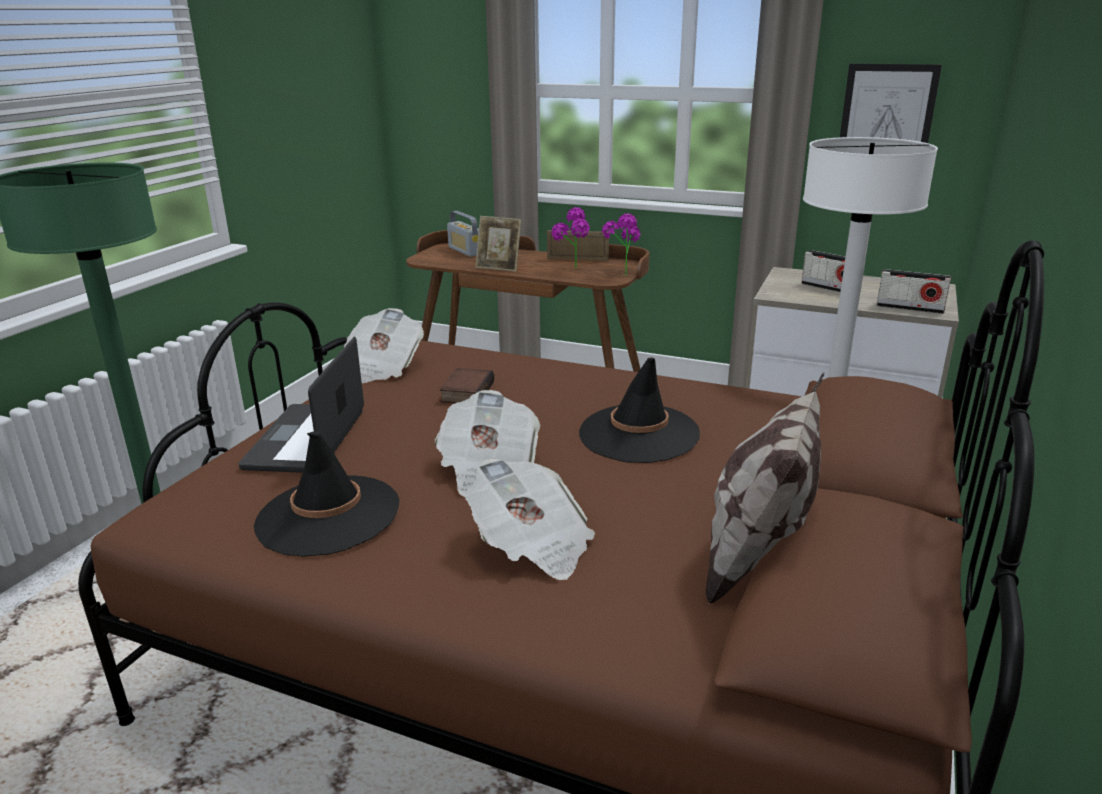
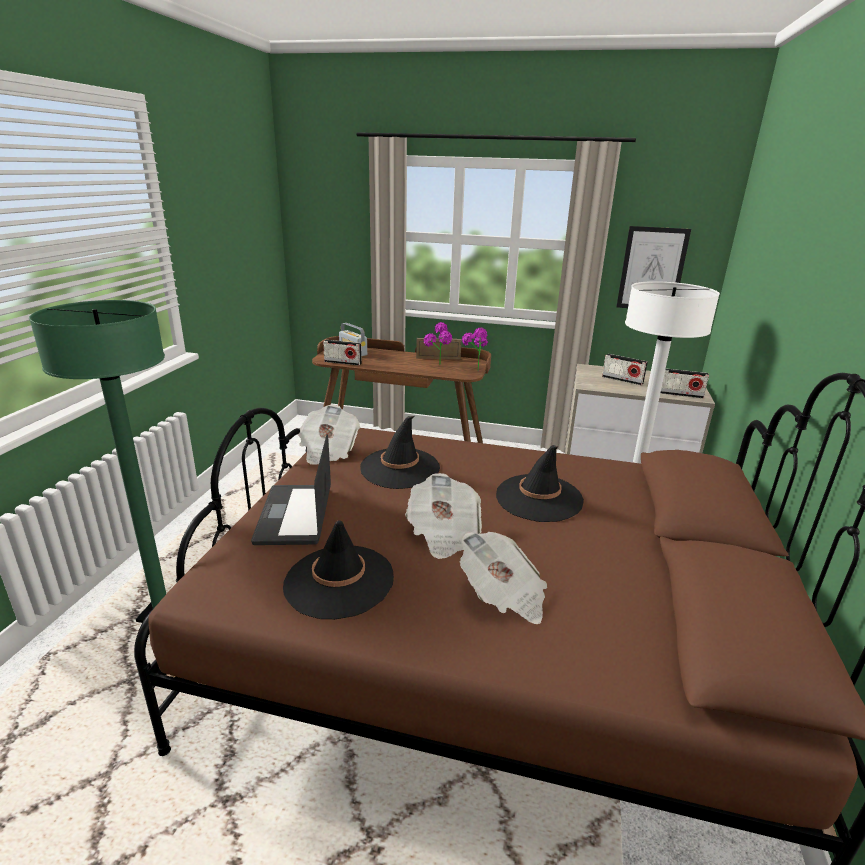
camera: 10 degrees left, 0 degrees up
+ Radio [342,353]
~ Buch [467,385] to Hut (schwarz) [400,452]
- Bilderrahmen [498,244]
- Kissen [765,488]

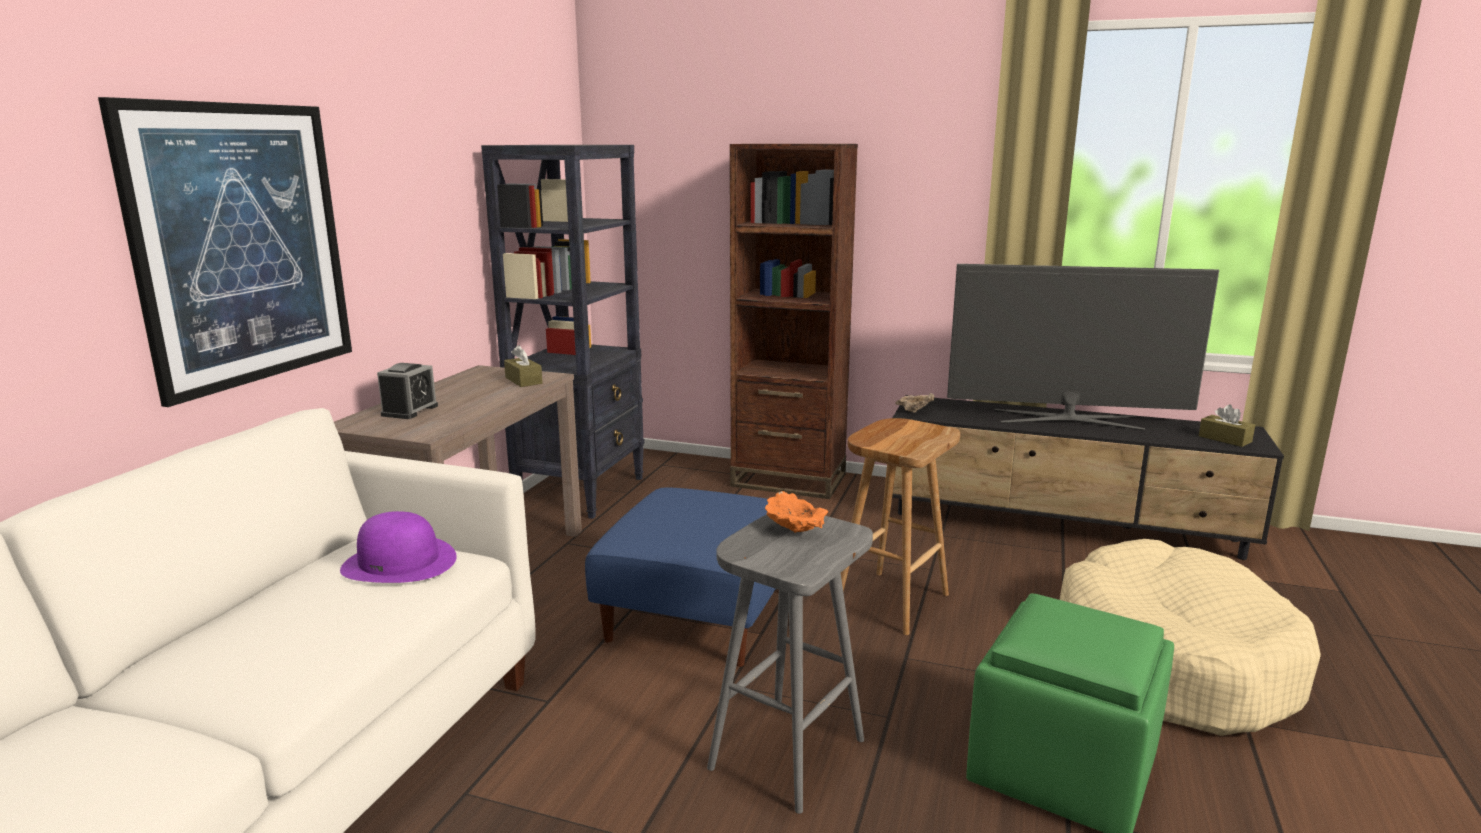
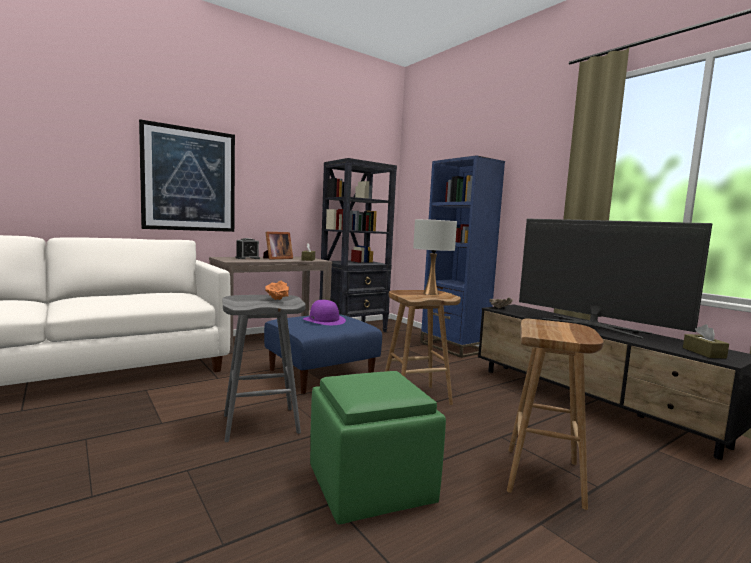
camera: 35 degrees right, 10 degrees down
+ Bilderrahmen [278,246]
~ Hut (lila) [398,547] to [324,312]
+ Tischlampe (weiß) [435,257]
~ Bücherregal (braun) [794,321] to Bücherregal (blau) [462,256]
~ Hundebett (beige) [1190,637] to Hocker (braun) [555,414]

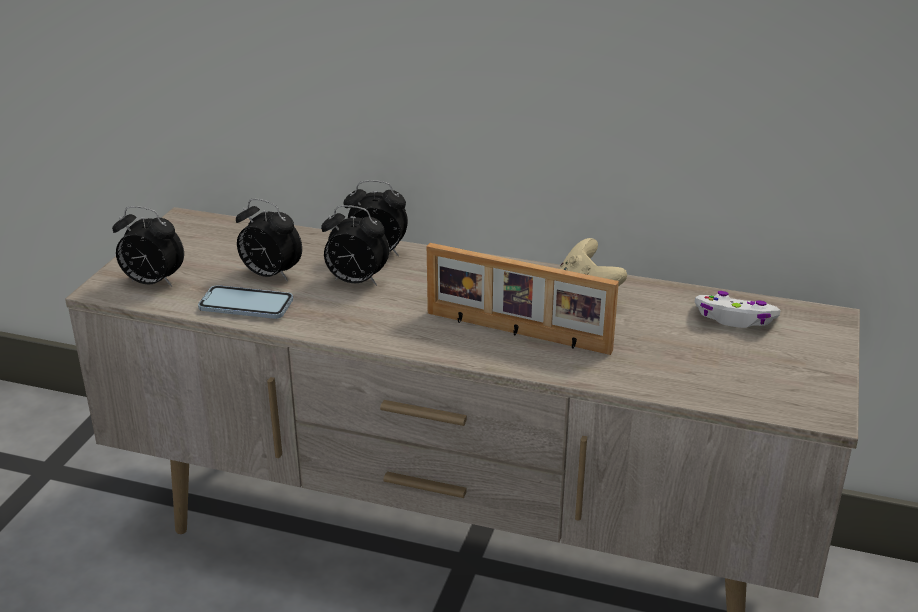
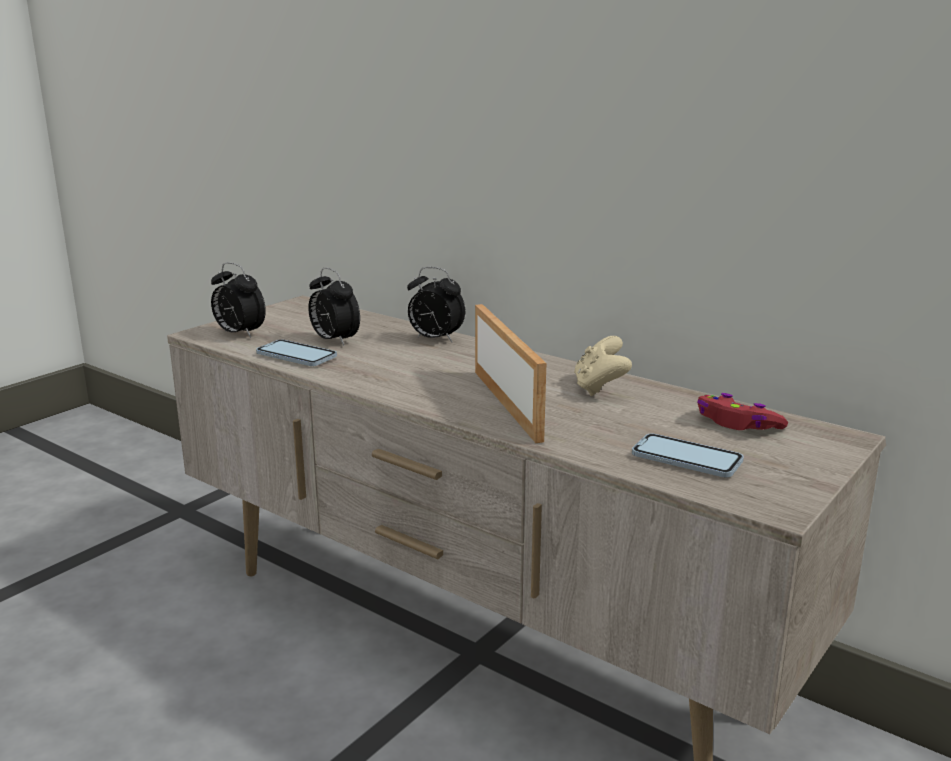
camera: 20 degrees right, 10 degrees down
~ Bilderrahmen [523,299] = [510,373] 150 degrees counterclockwise
+ Handy [688,455]
~ Gamepad (weiß) [738,309] to Gamepad (rot) [742,411]
- Wecker [355,245]

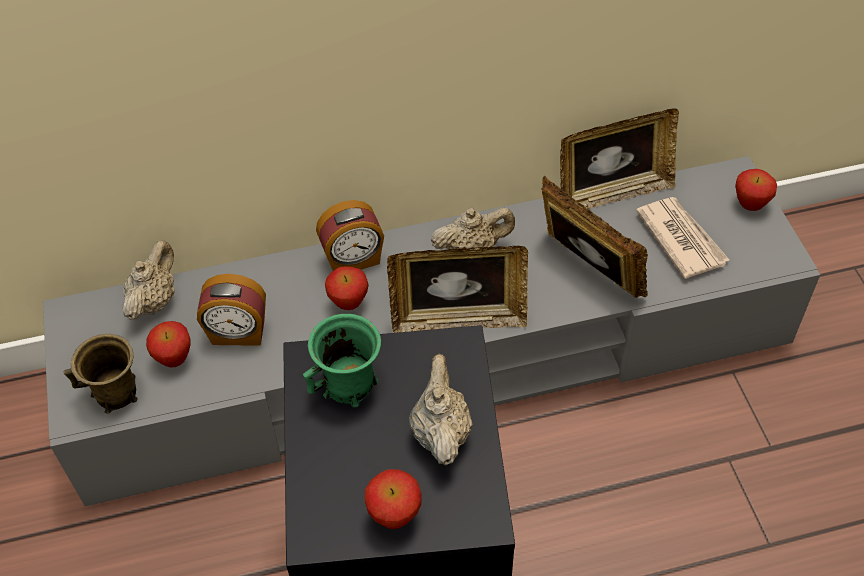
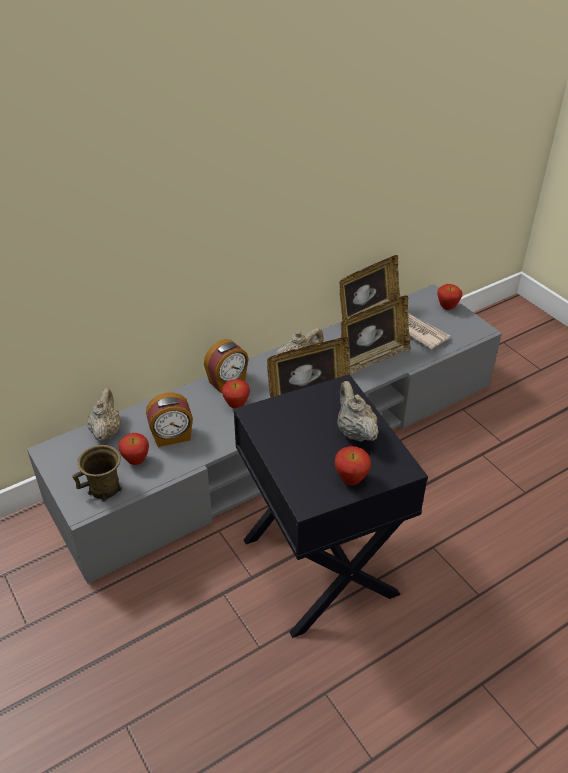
camera: 20 degrees left, 10 degrees down
~ Bilderrahmen [595,237] = [376,334] 120 degrees clockwise
- Henkelbecher (grün) [342,360]

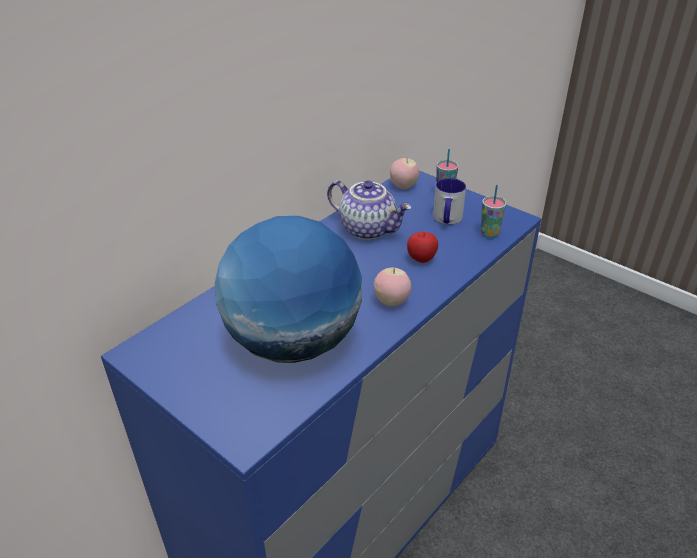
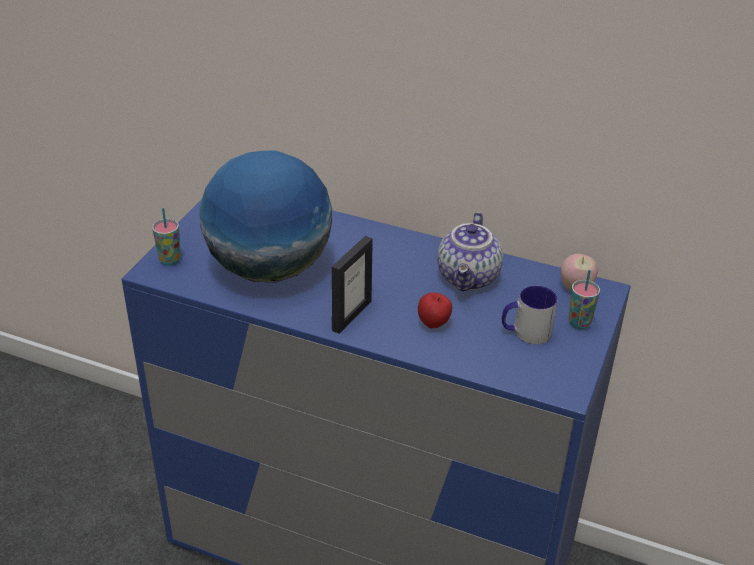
camera: 70 degrees right, 0 degrees up
~ Tasse [493,211] to [166,237]
~ Apfel [392,286] to Bilderrahmen [352,285]

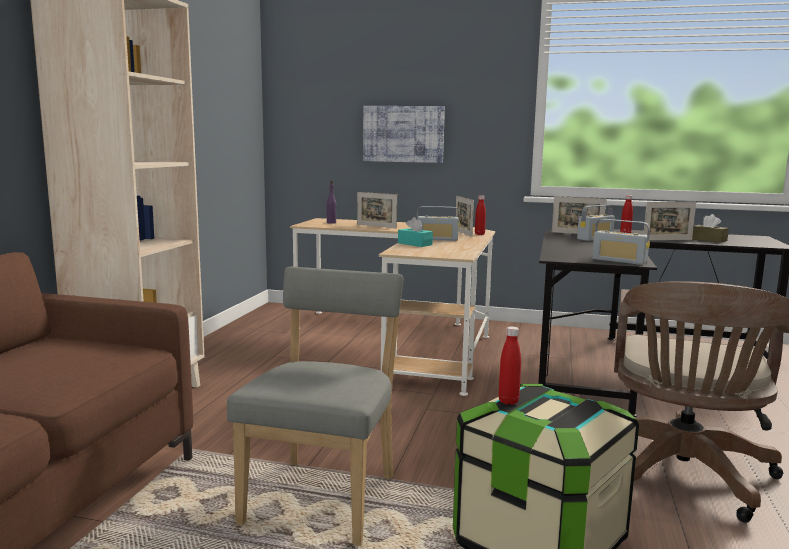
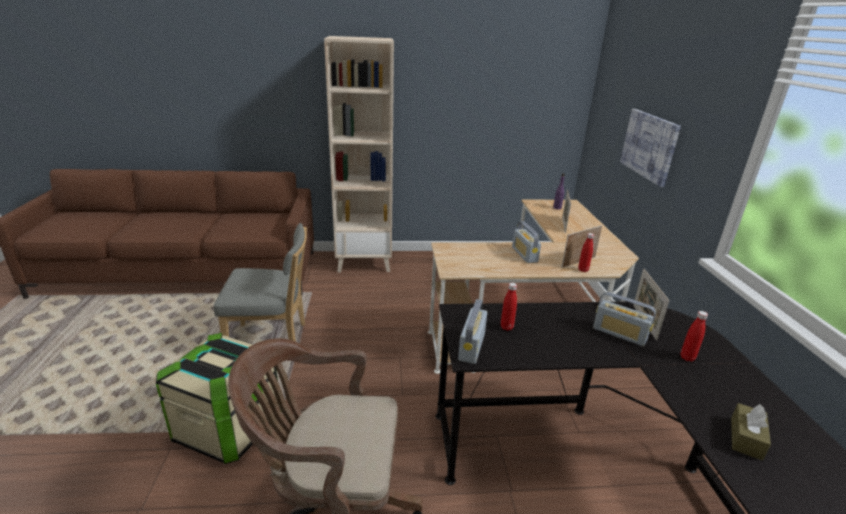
camera: 70 degrees right, 15 degrees up
~ Flasche (rot) [509,365] to [509,307]
- Taschentuchbox (türkis) [415,232]
- Bilderrahmen [670,221]

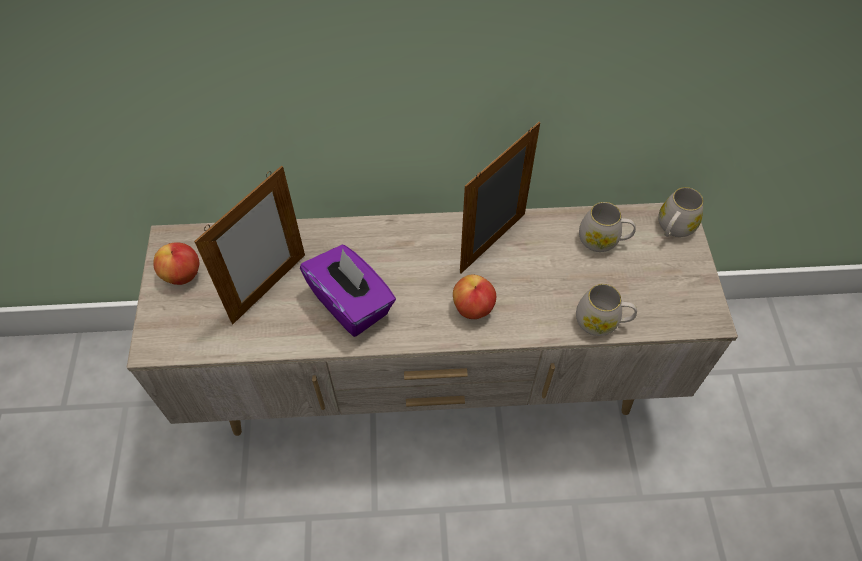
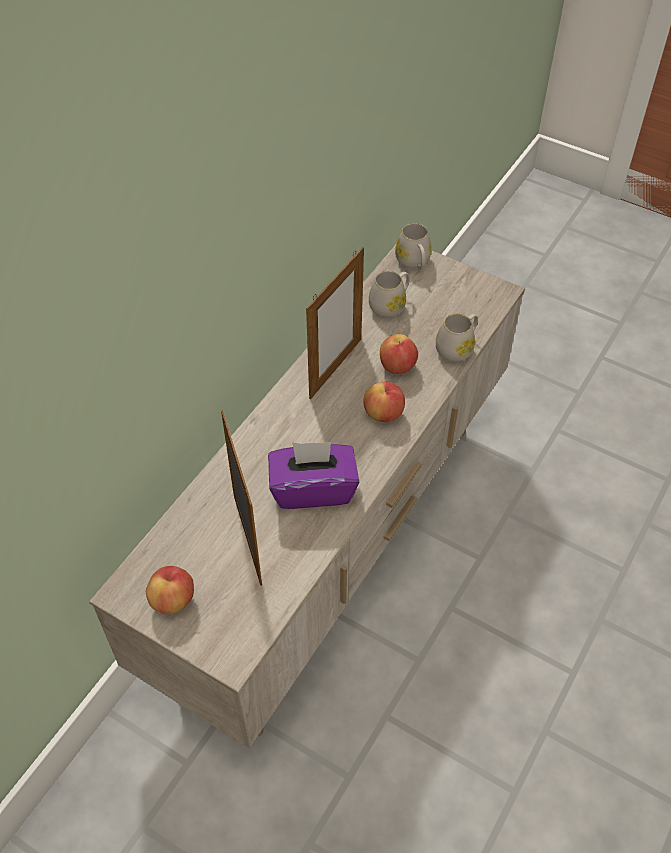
camera: 55 degrees left, 5 degrees down
~ Bilderrahmen [500,198] = [335,323] 135 degrees counterclockwise
+ Apfel [399,354]

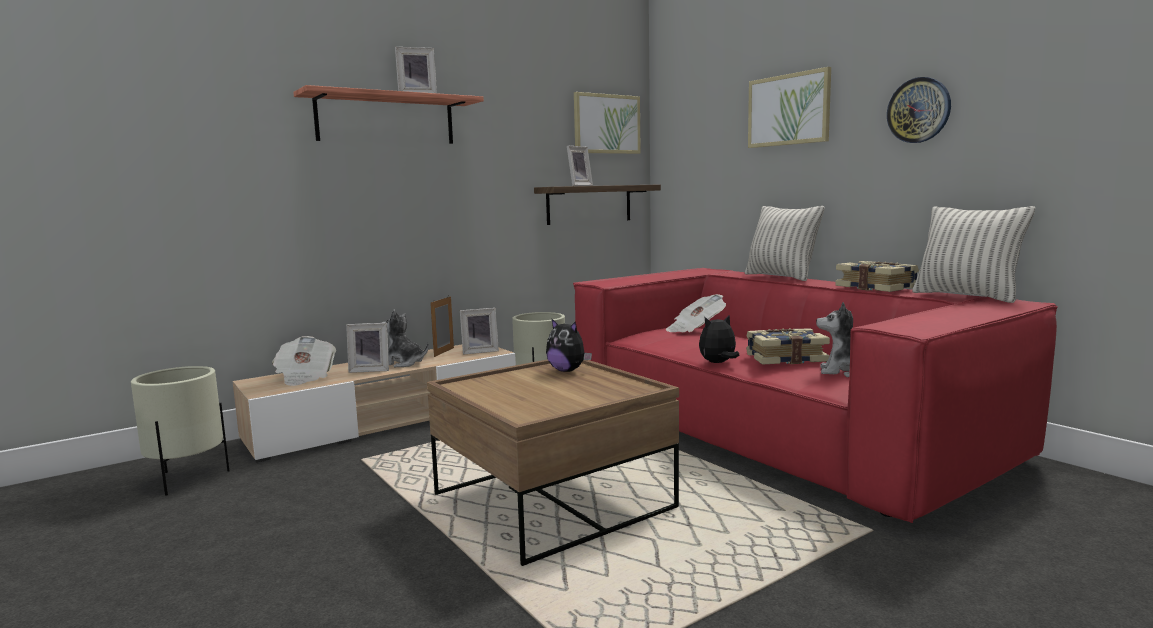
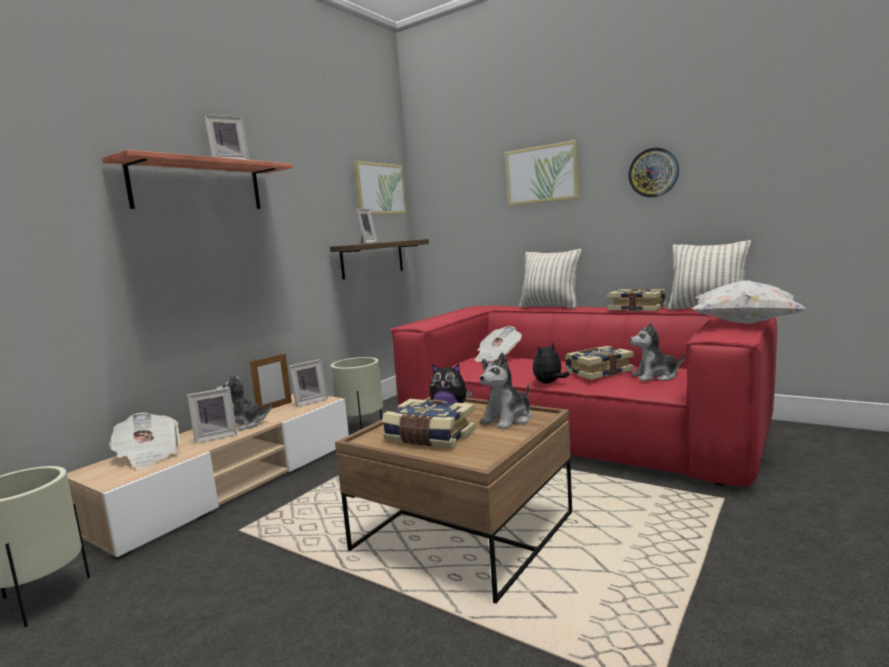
camera: 20 degrees left, 0 degrees up
~ Bilderrahmen [442,326] = [271,382] 135 degrees counterclockwise
+ Buch [429,423]
+ Plüschtier [505,390]
+ Kissen (weiß) [748,302]

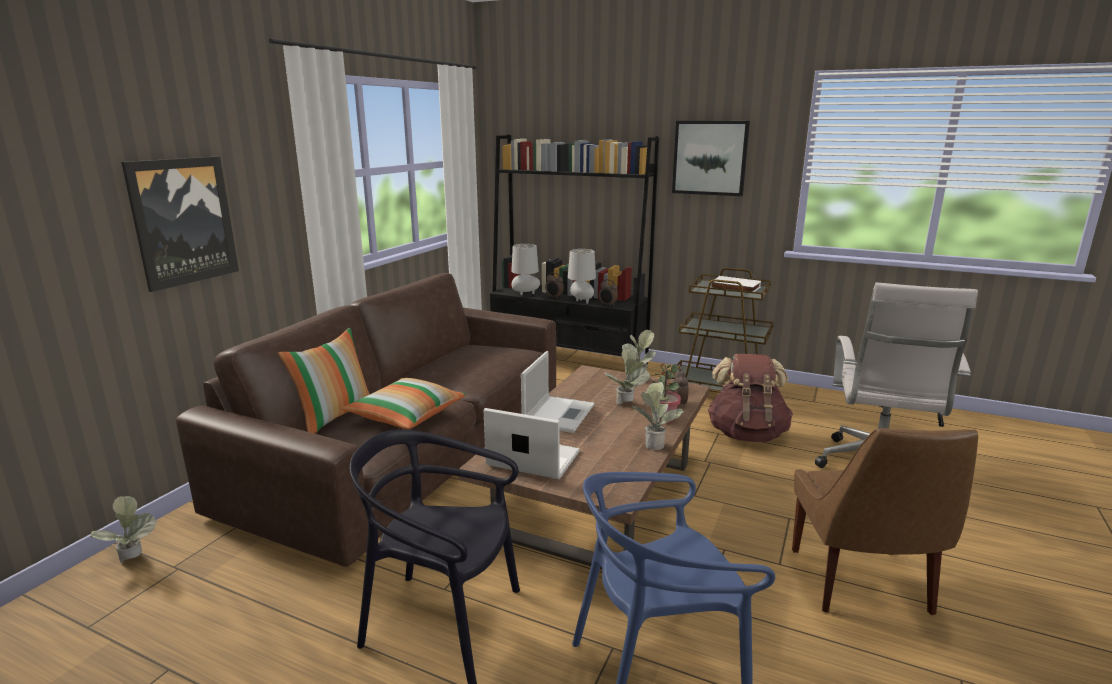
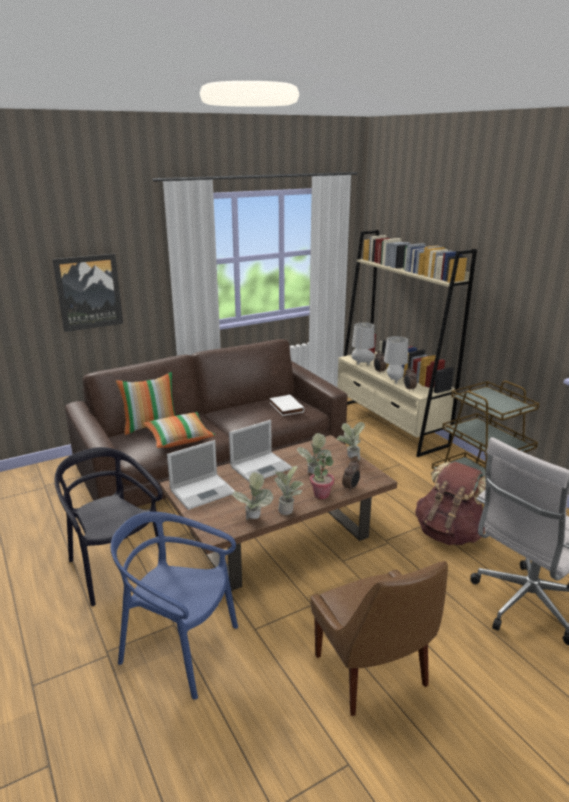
camera: 35 degrees right, 5 degrees up
~ Laptop [531,443] = [201,475] 90 degrees clockwise
~ Topfpflanze [123,529] to [252,495]
~ Buch (weiß) [736,284] to [287,405]
~ Stuhl (braun) [885,521] = [379,638] 60 degrees counterclockwise
~ Bücherregal (schwarz) [574,249] to Bücherregal (beige) [407,343]
- Bild [711,158]

